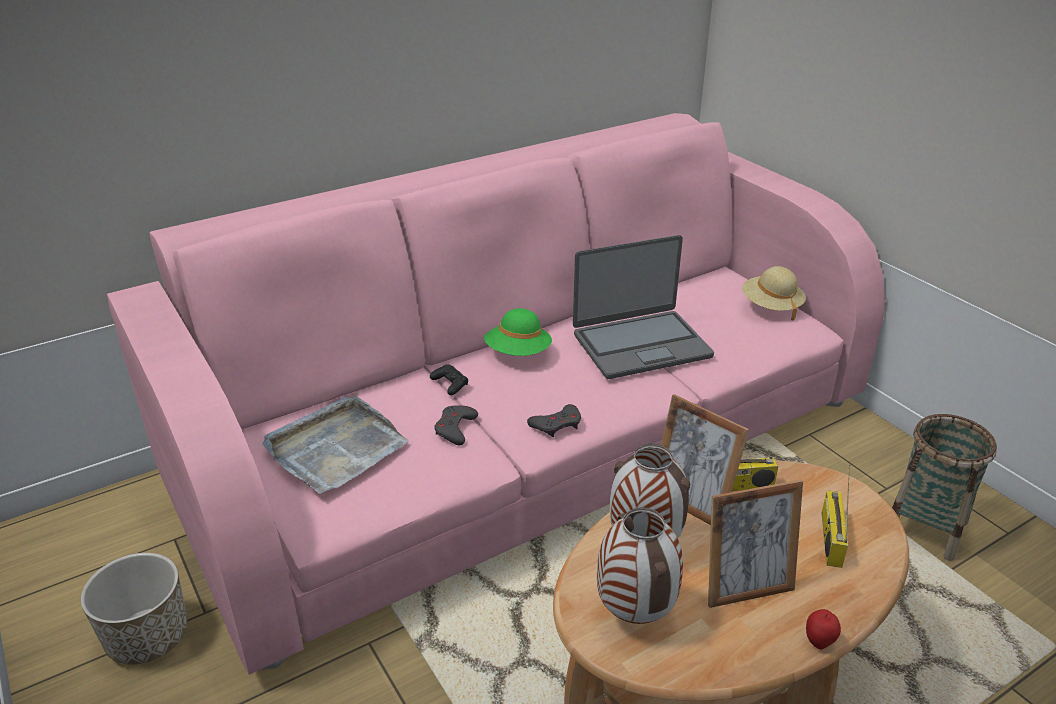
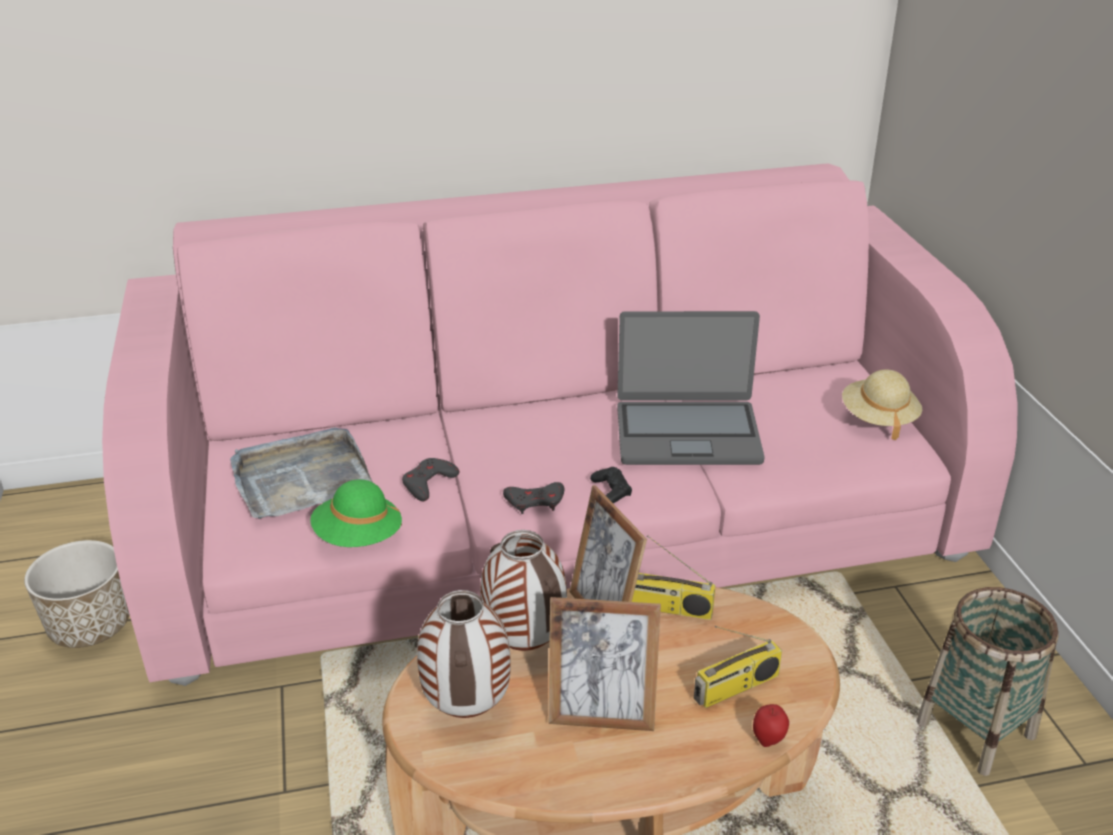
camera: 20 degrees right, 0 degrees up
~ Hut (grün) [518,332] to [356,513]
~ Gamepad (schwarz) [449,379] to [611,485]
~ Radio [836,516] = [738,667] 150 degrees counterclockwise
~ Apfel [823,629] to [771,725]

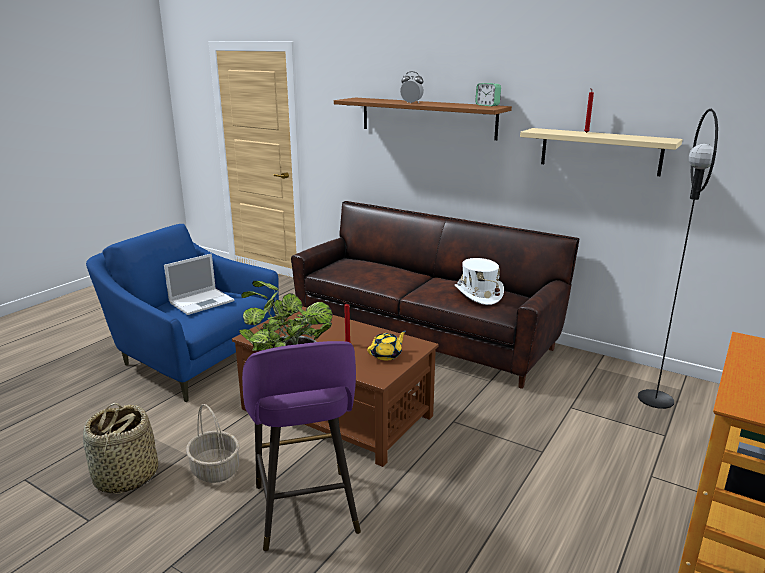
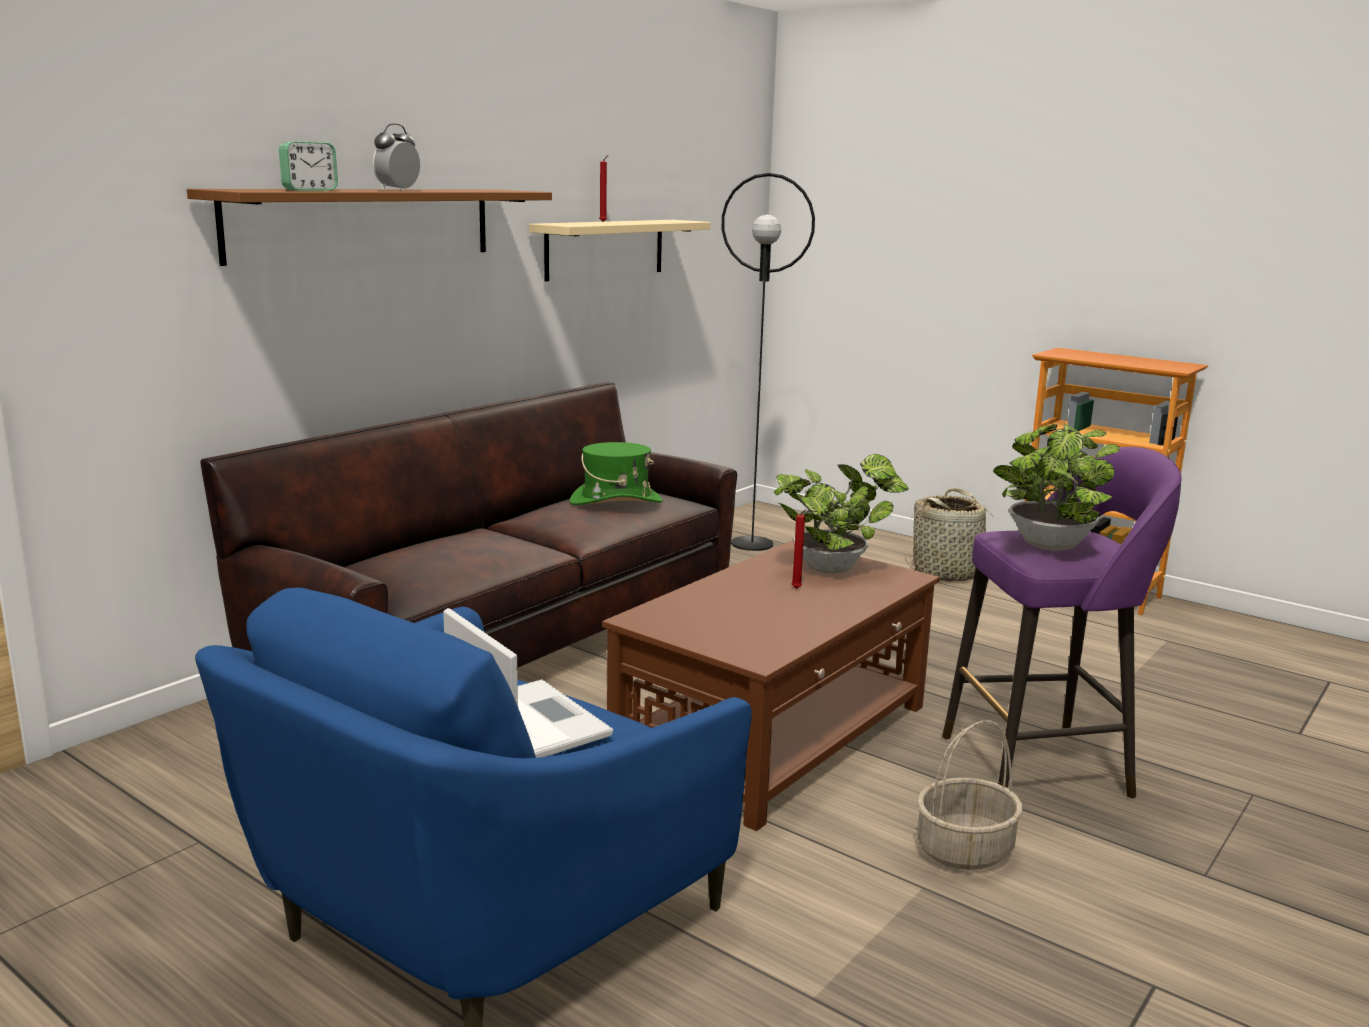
camera: 85 degrees left, 5 degrees down
~ Wecker [488,94] to [308,166]
~ Hut (weiß) [479,281] to Hut (grün) [616,473]
~ Teekanne (gelb) [386,346] to Topfpflanze [841,514]
~ Korb [120,448] to [948,535]

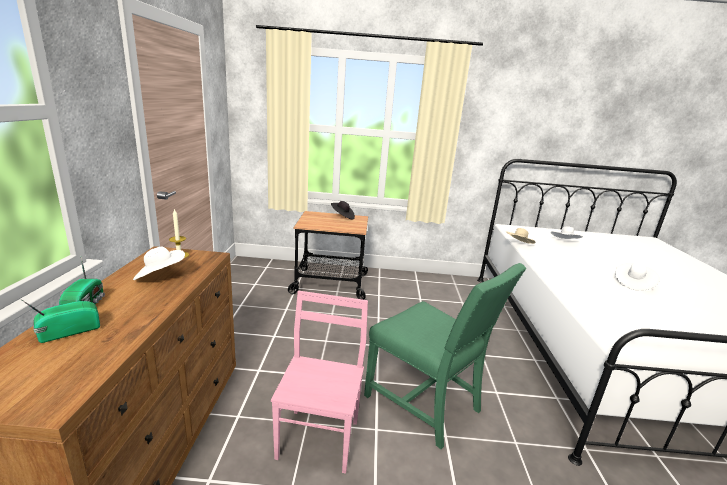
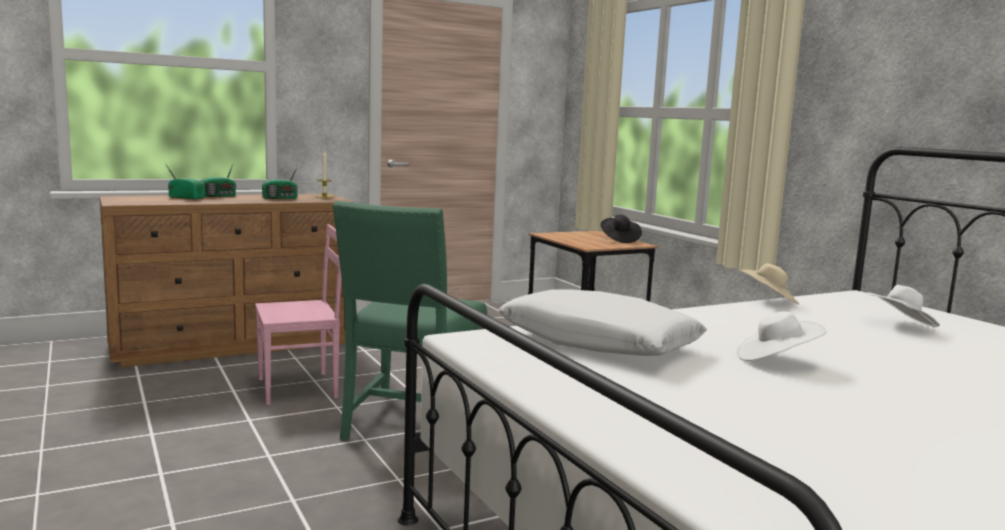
camera: 60 degrees right, 10 degrees down
~ Hut (weiß) [159,263] to Radio [280,182]
+ Kissen (weiß) [603,322]

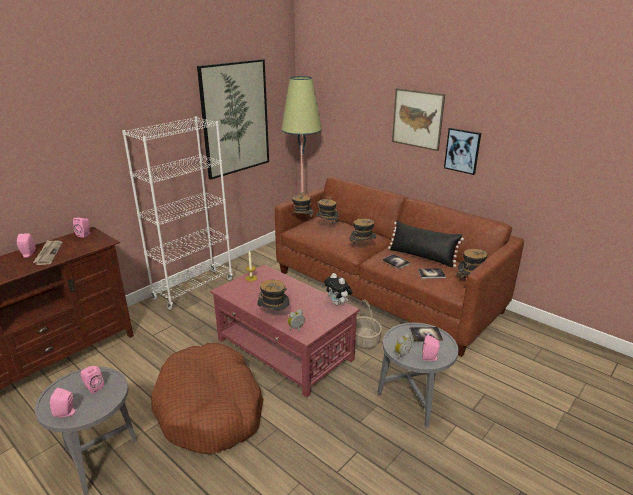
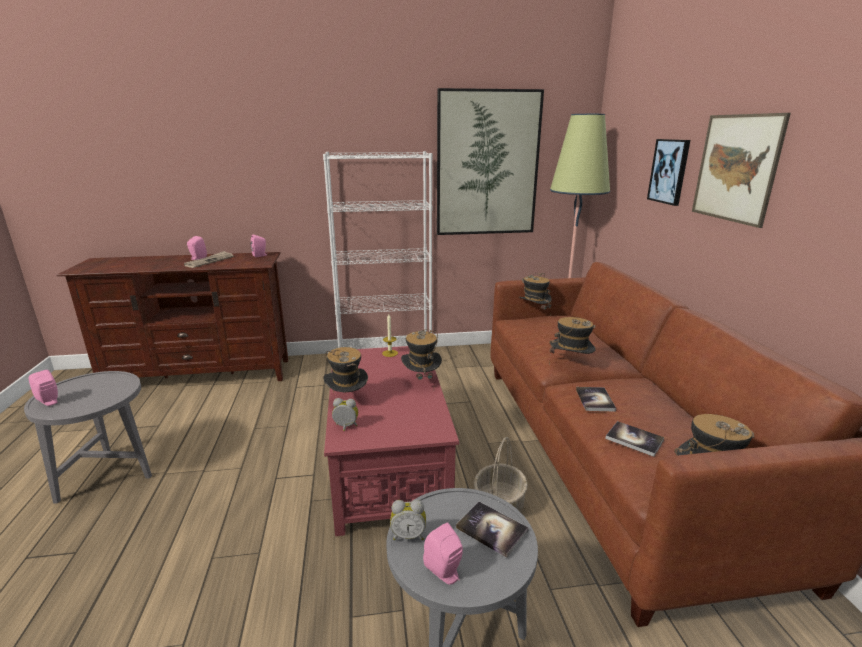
camera: 40 degrees right, 5 degrees down
~ Hut [327,210] to [421,354]
~ Bild [462,151] to [668,172]
- Lautsprecher (rosa) [92,380]
- Hundebett (braun) [207,398]
- Plüschtier [338,289]
- Kissen (schwarz) [426,244]

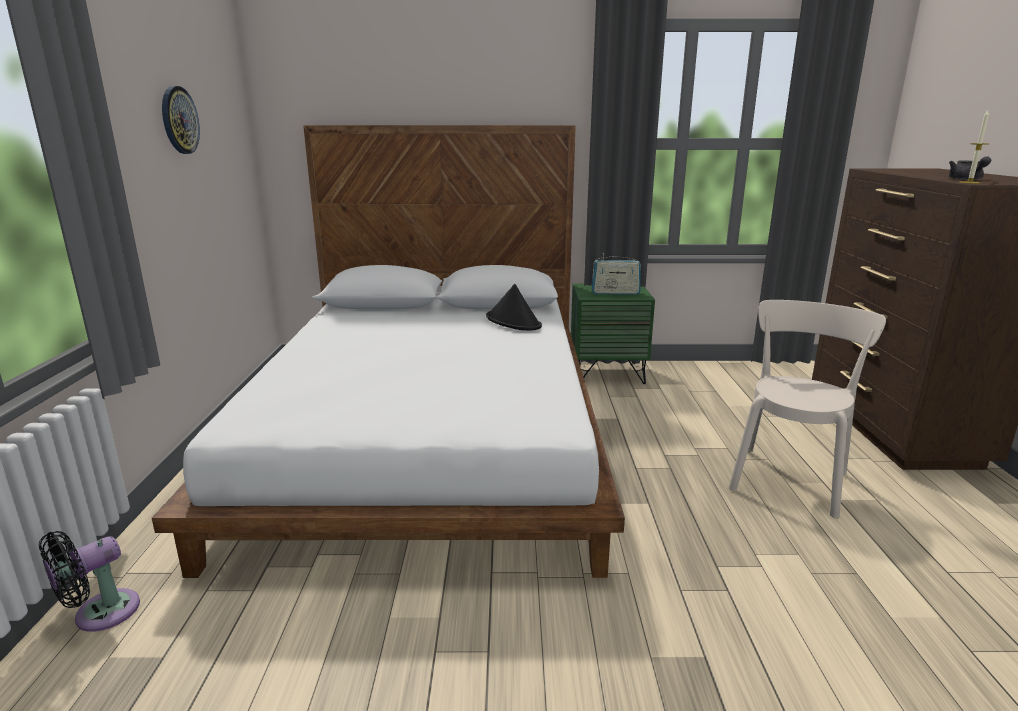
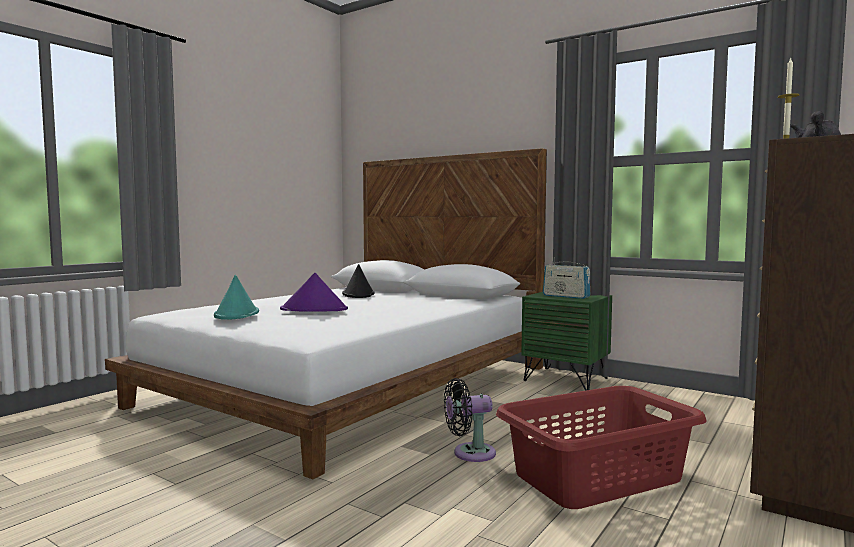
camera: 35 degrees right, 15 degrees down
+ Hut (türkis) [236,297]
+ Hut (lila) [314,292]
~ Hut (schwarz) [514,307] to [358,281]
~ Ventilator (schwarz) [89,581] to [470,420]
~ Stuhl (beige) [807,409] to Wäschekorb (rot) [601,447]
- Wanduhr [181,120]

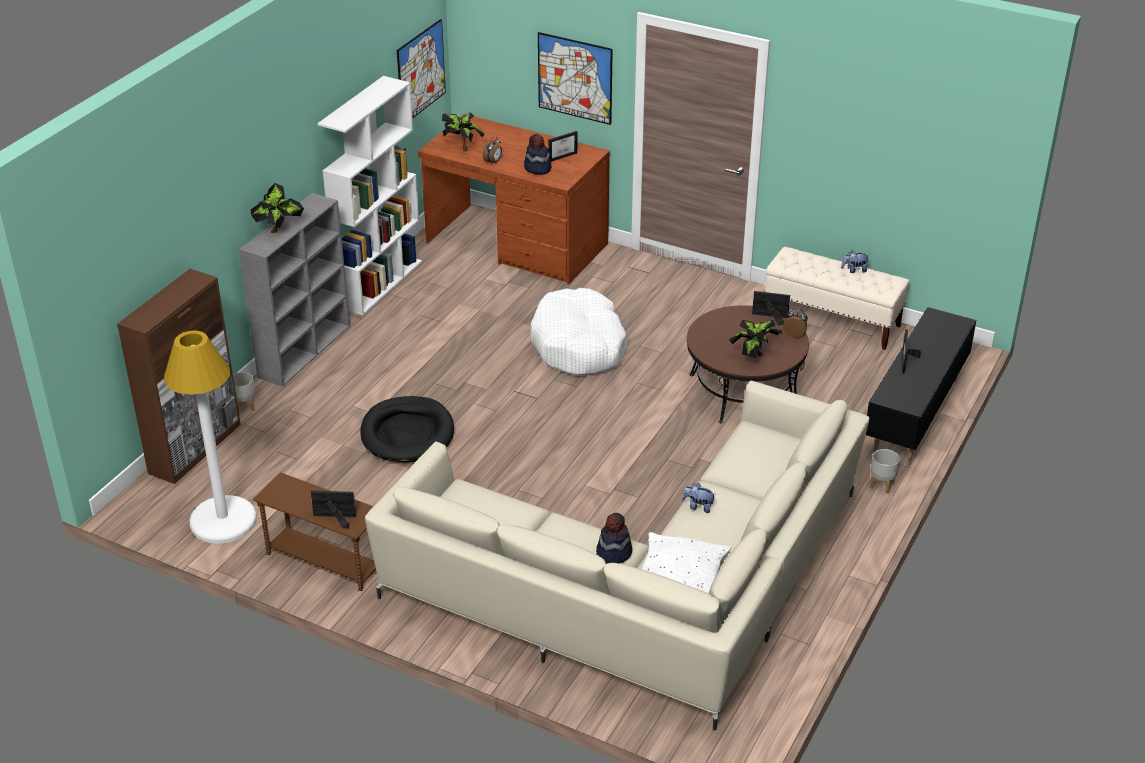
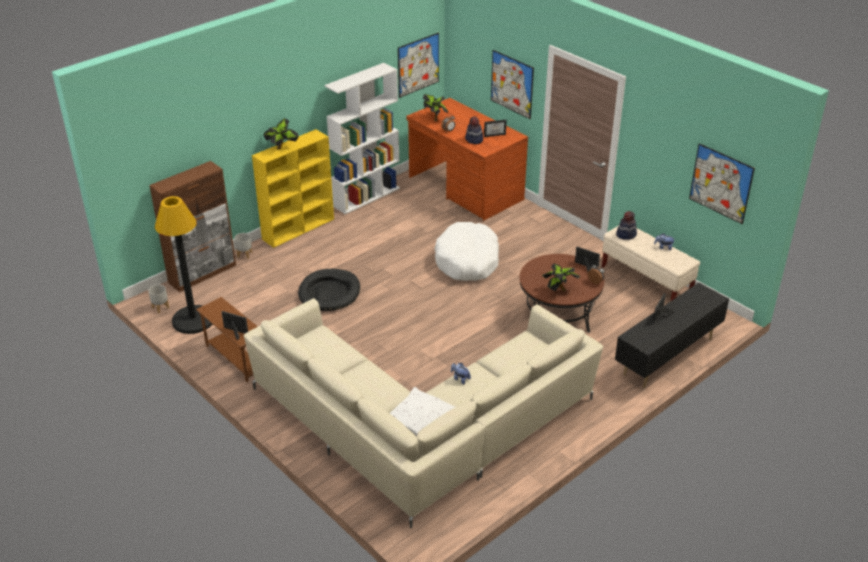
camera: 20 degrees right, 0 degrees up
~ Pflanzkübel (grau) [885,471] to [158,299]
~ Stehlampe (weiß) [210,437] to Stehlampe (schwarz) [183,265]
~ Bücherregal (grau) [294,290] to Bücherregal (gelb) [293,188]
~ Hut [614,538] to [626,225]
+ Bild [722,183]

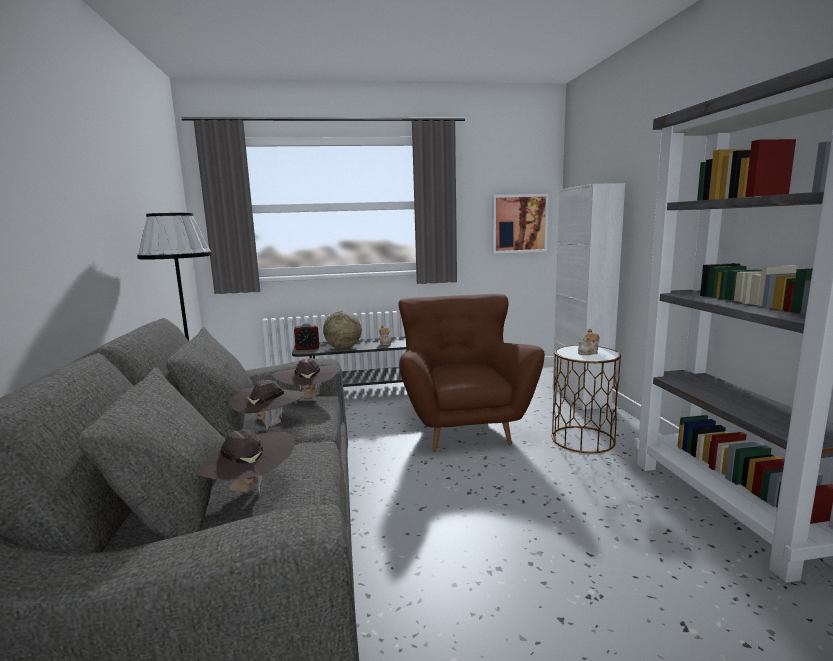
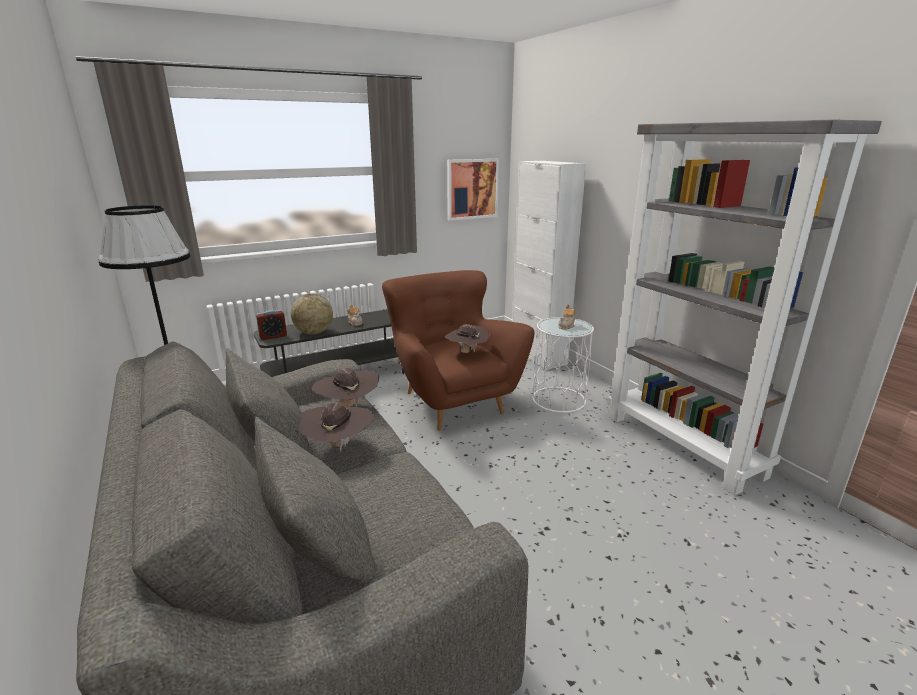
camera: 20 degrees left, 10 degrees up
~ Hut (braun) [244,461] to [467,338]
~ Beistelltisch (braun) [586,399] to Beistelltisch (weiß) [563,365]

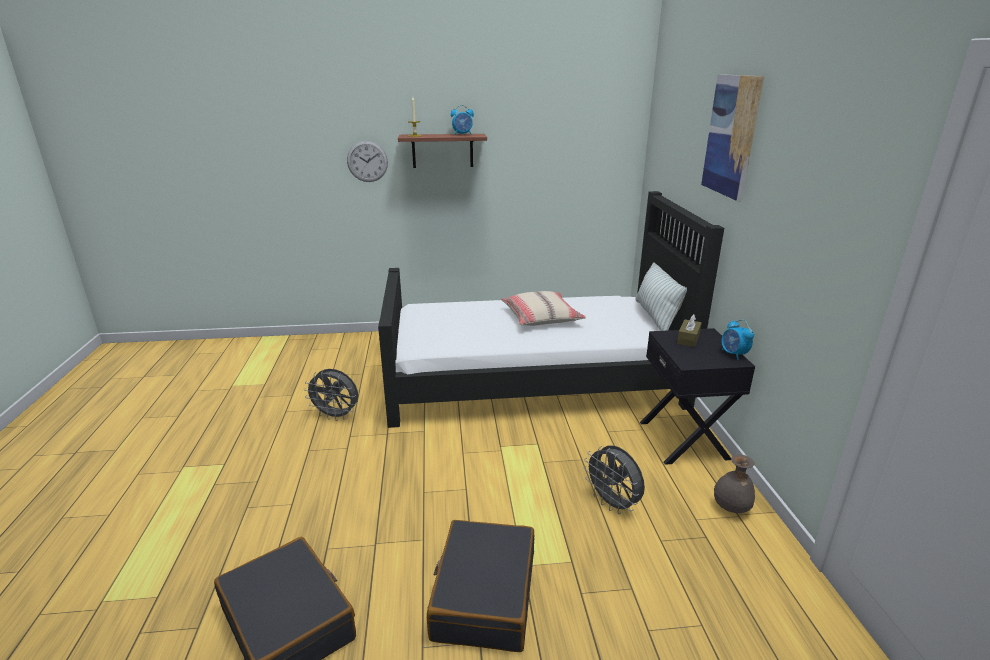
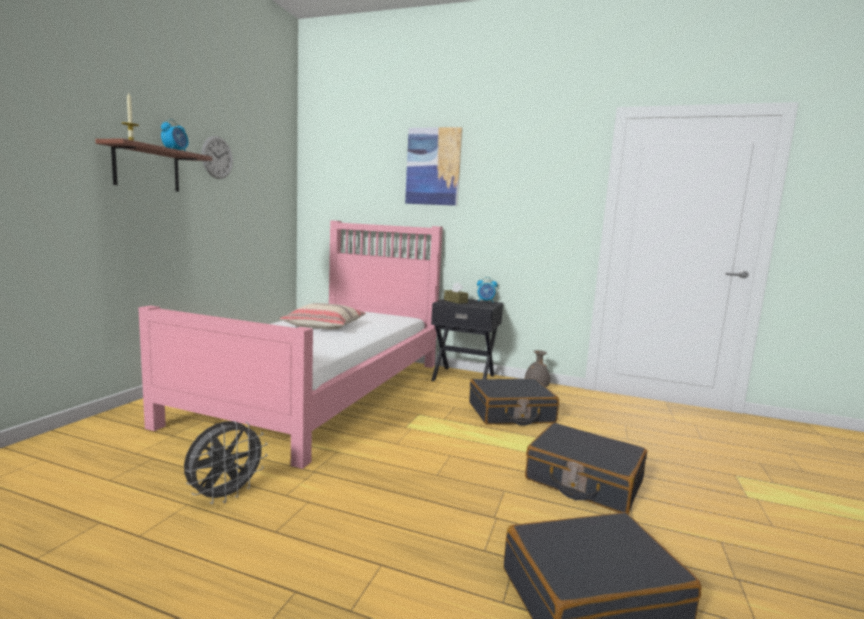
camera: 65 degrees left, 15 degrees down
~ Bett (schwarz) [551,309] to Bett (rosa) [290,344]
~ Wanduhr [367,161] to [217,157]
~ Ventilator (grau) [614,479] to Koffer (schwarz) [514,402]
- Kissen [661,296]

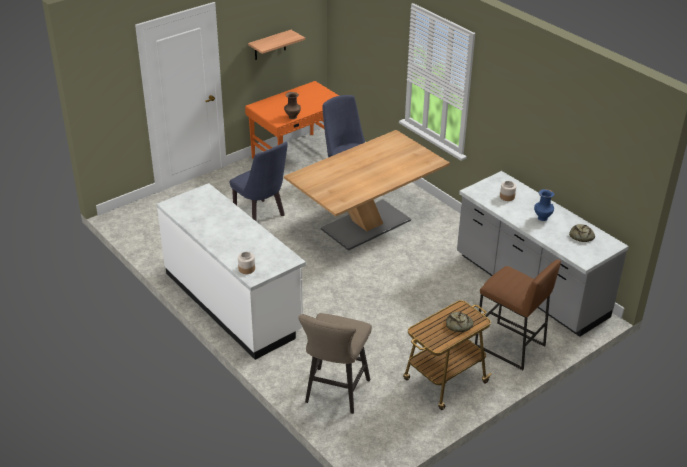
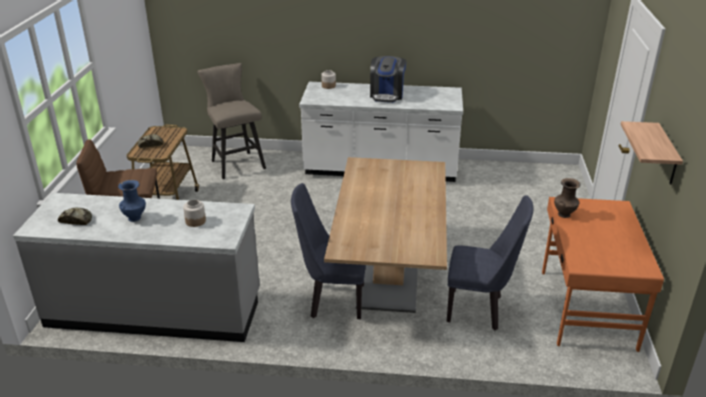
camera: 135 degrees right, 5 degrees down
~ Stuhl (blau) [259,181] to [328,251]
+ Kaffeemaschine [388,79]

